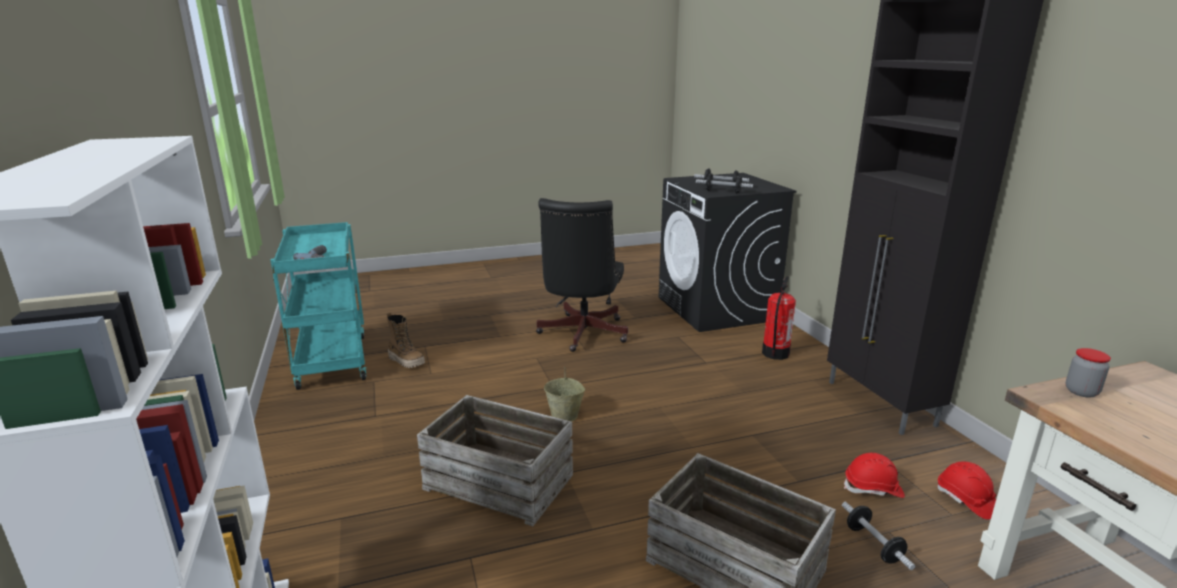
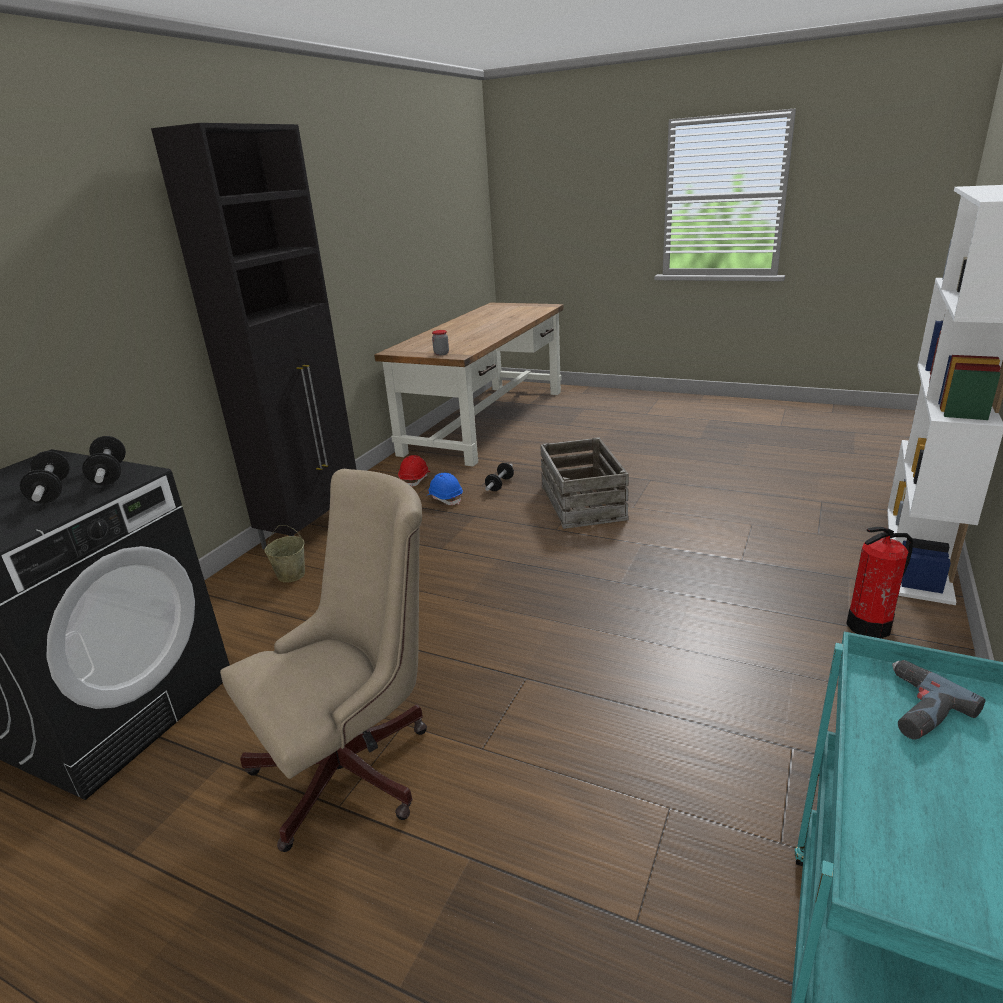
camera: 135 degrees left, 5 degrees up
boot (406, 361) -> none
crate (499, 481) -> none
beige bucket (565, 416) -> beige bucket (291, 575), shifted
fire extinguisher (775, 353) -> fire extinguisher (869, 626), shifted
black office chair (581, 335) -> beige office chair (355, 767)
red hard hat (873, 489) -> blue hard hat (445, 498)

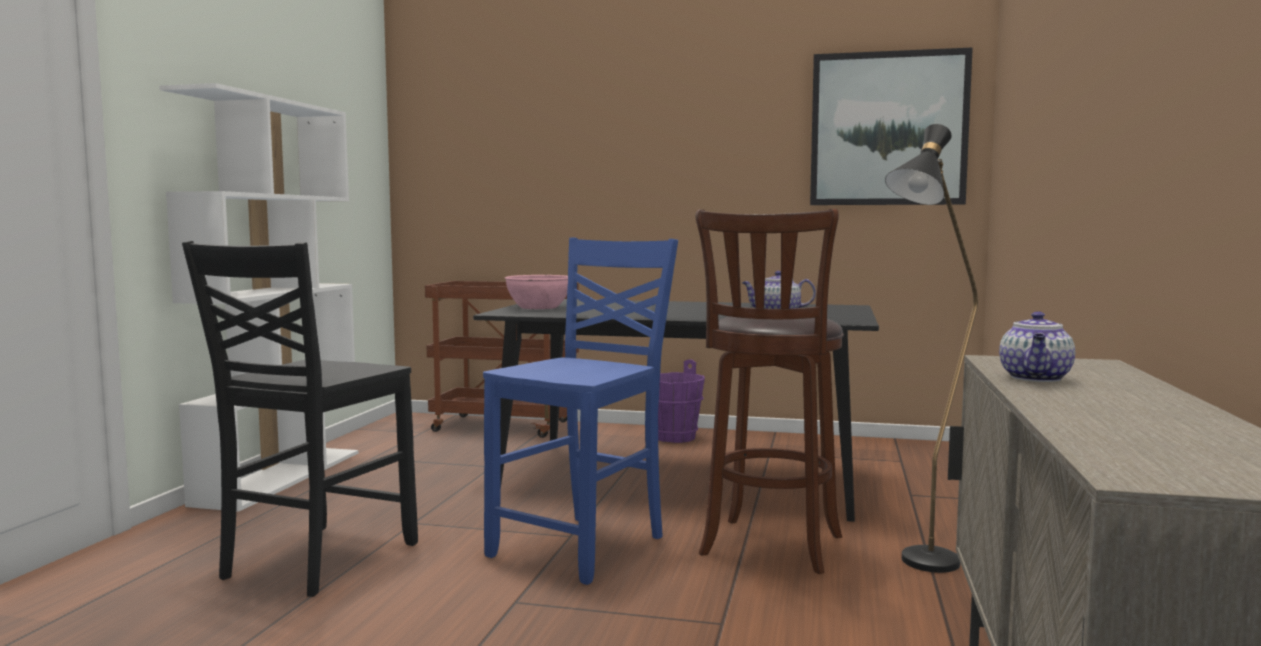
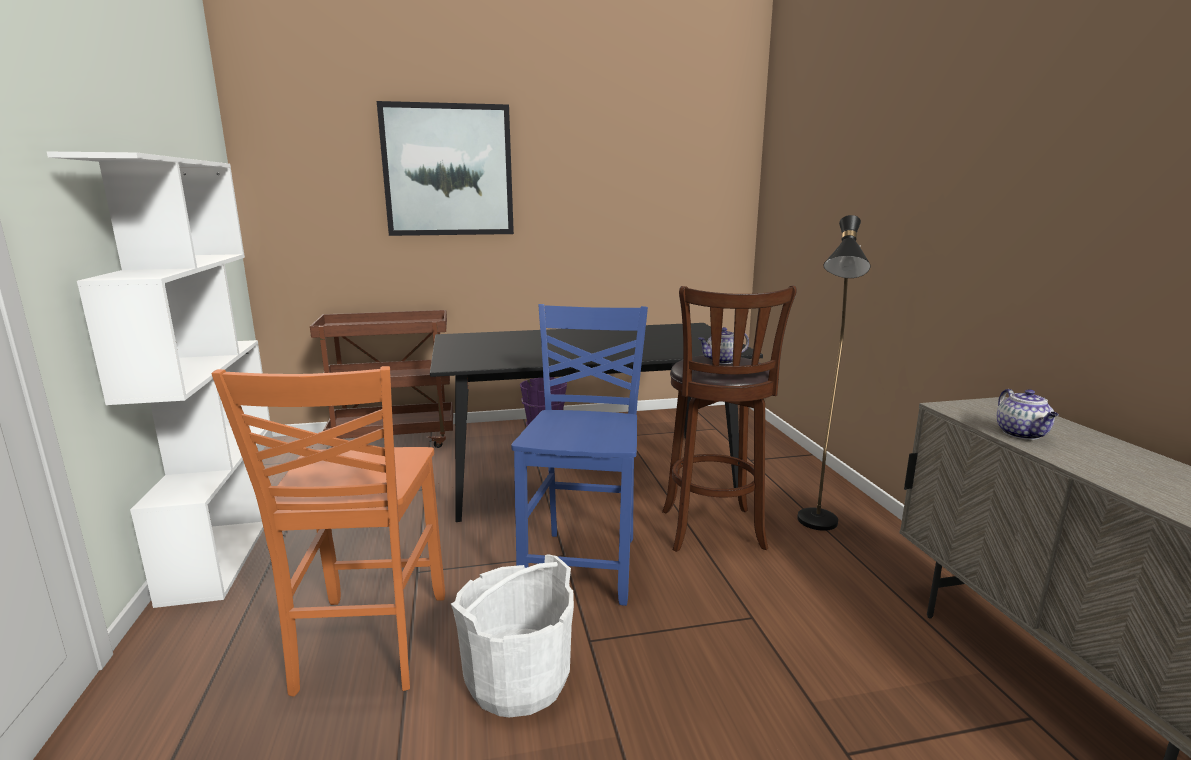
camera: 25 degrees left, 10 degrees up
pink bowl (539, 307) -> none
none -> white bucket (517, 679)
picture (888, 129) -> picture (448, 170), shifted
black chair (316, 561) -> orange chair (368, 643)

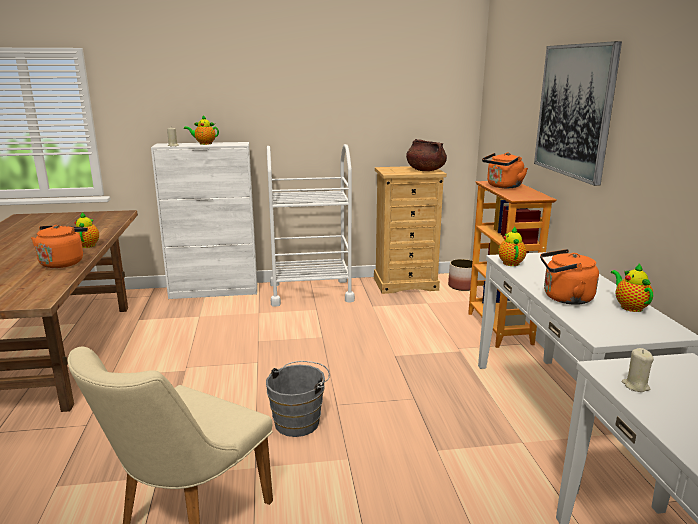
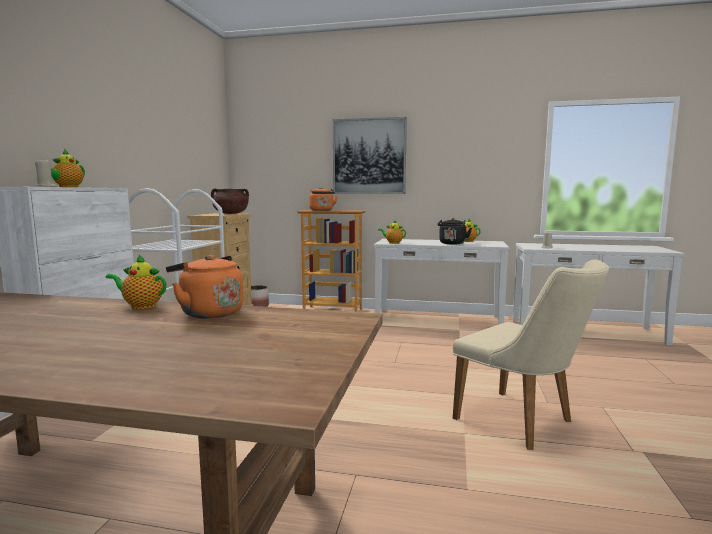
camera: 70 degrees left, 10 degrees down
grey bucket (300, 421) -> none
orange kettle (564, 298) -> black kettle (452, 243)

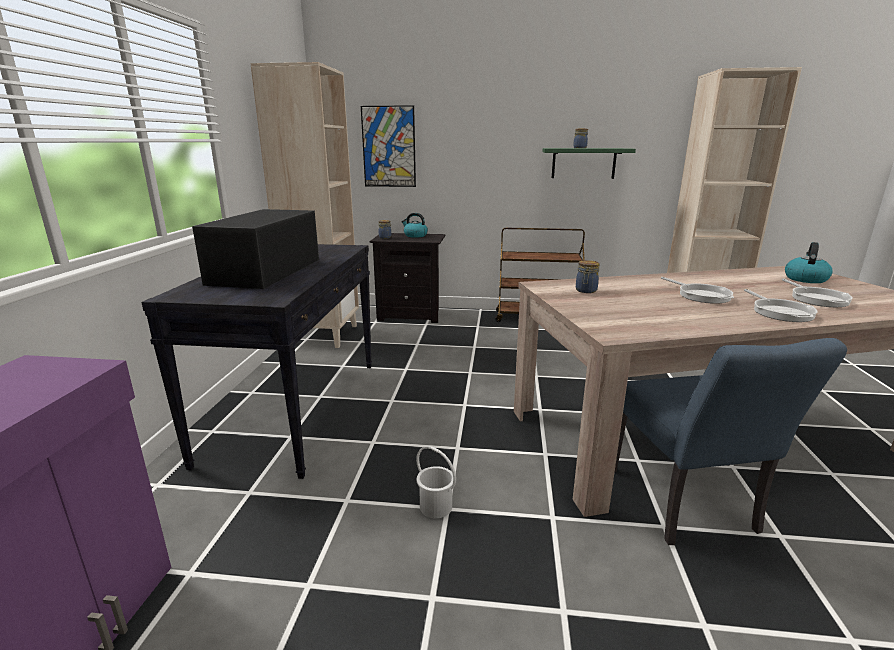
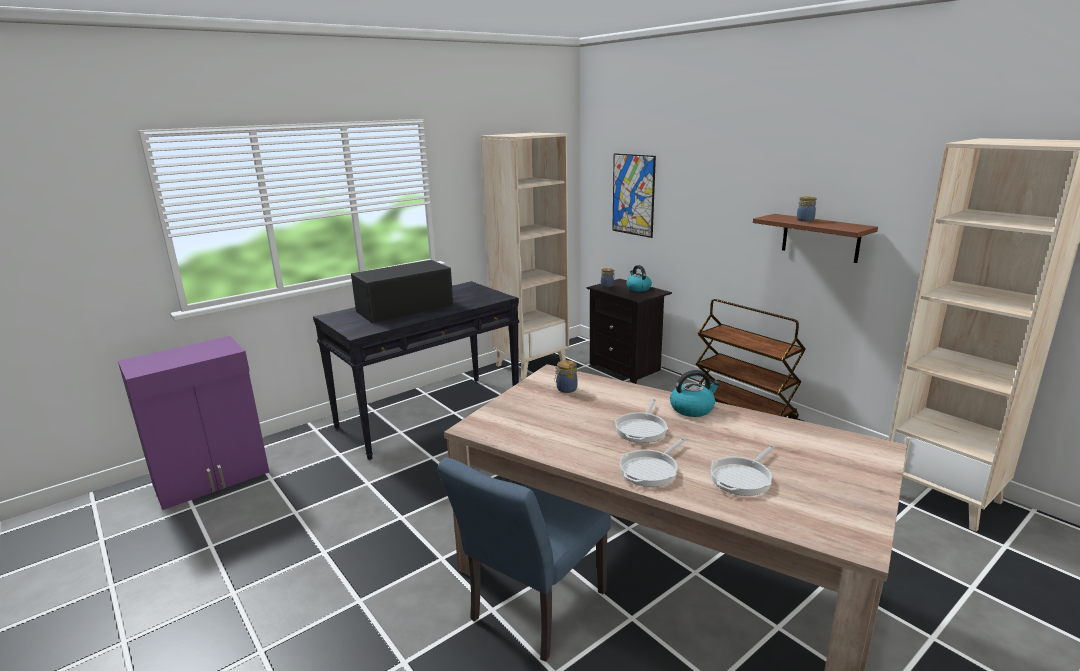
camera: 45 degrees right, 0 degrees up
white bucket (435, 507) -> none
kettle (805, 279) -> kettle (692, 408), shifted
green shelf (583, 163) -> brown shelf (820, 238)

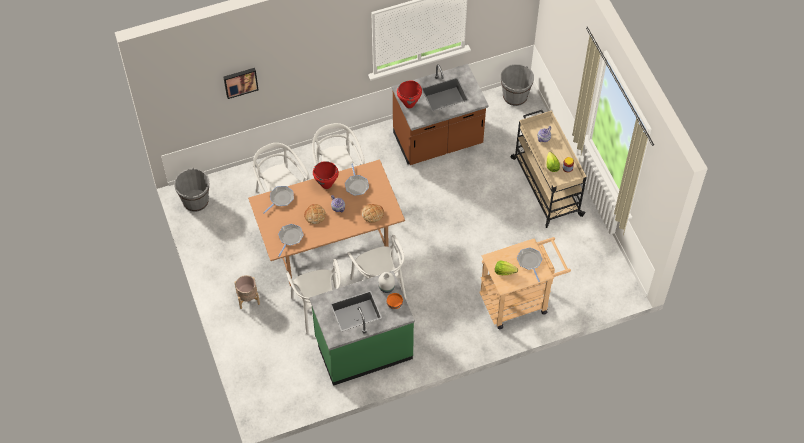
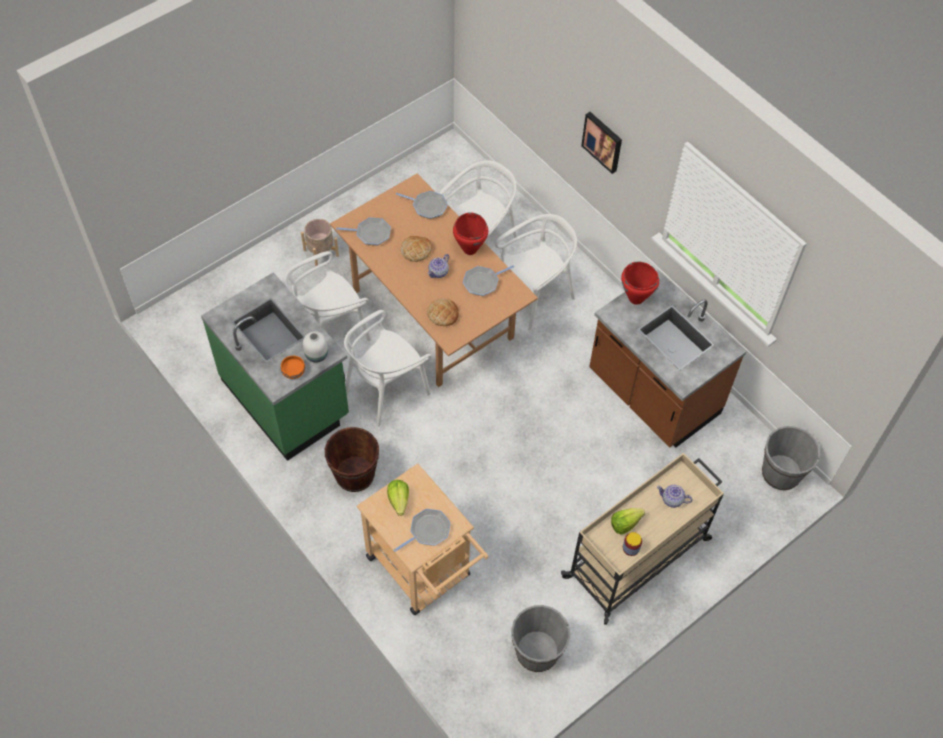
camera: 70 degrees right, 0 degrees up
none -> brown bucket (354, 474)
grey bucket (195, 201) -> grey bucket (537, 652), shifted
picture (240, 82) -> picture (603, 141), shifted

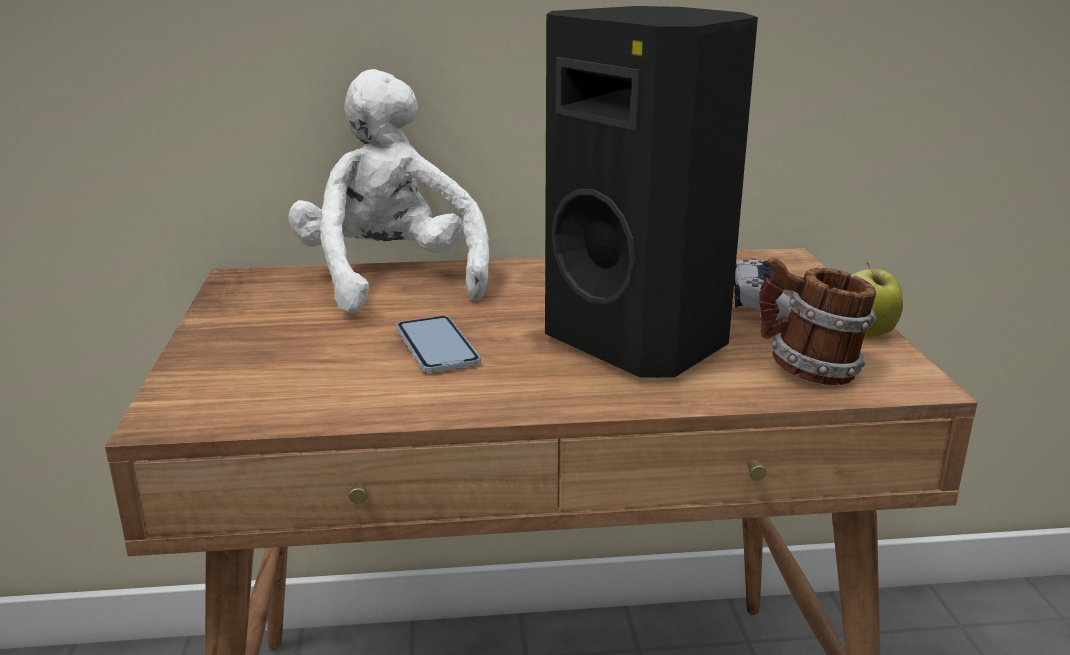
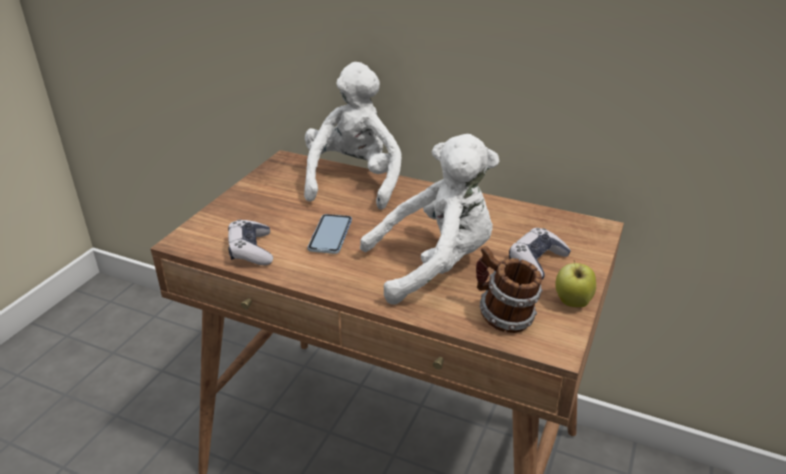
camera: 30 degrees right, 10 degrees up
none -> game controller (251, 250)
black speaker (641, 342) -> white plush toy (435, 265)

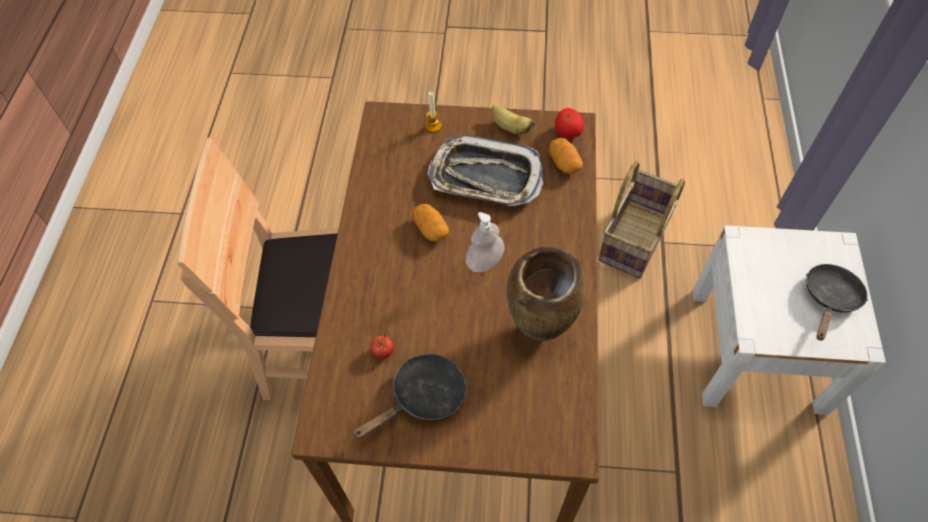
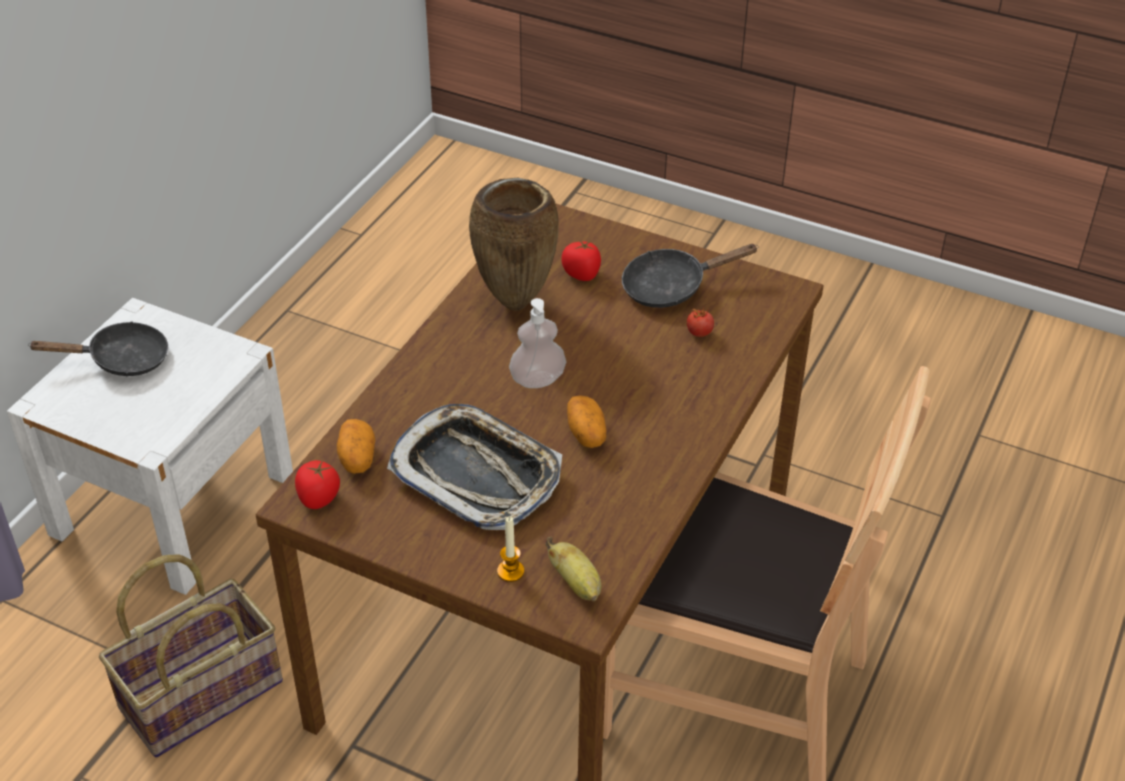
camera: 160 degrees left, 15 degrees down
none -> tomato (582, 274)
banana (510, 128) -> banana (576, 584), shifted
black frying pan (829, 299) -> black frying pan (121, 360), 150 degrees counterclockwise

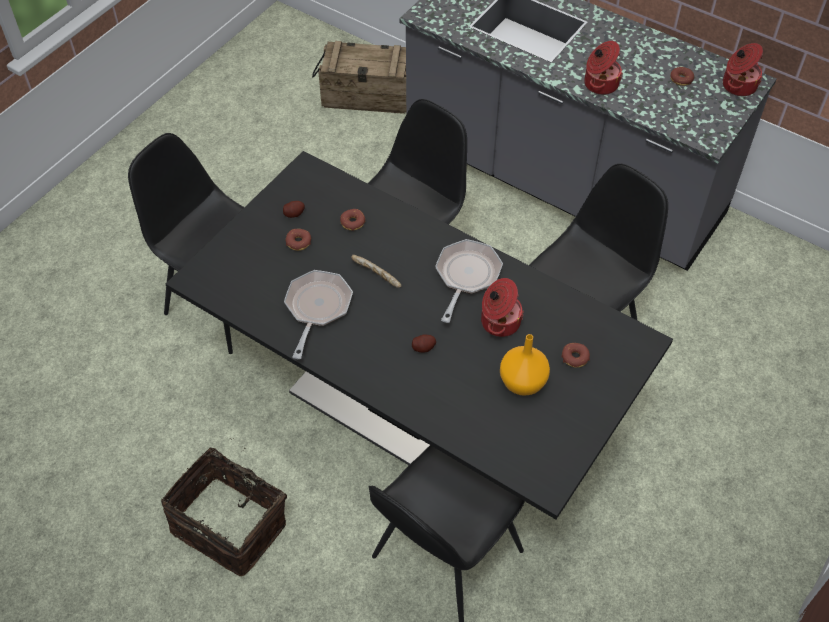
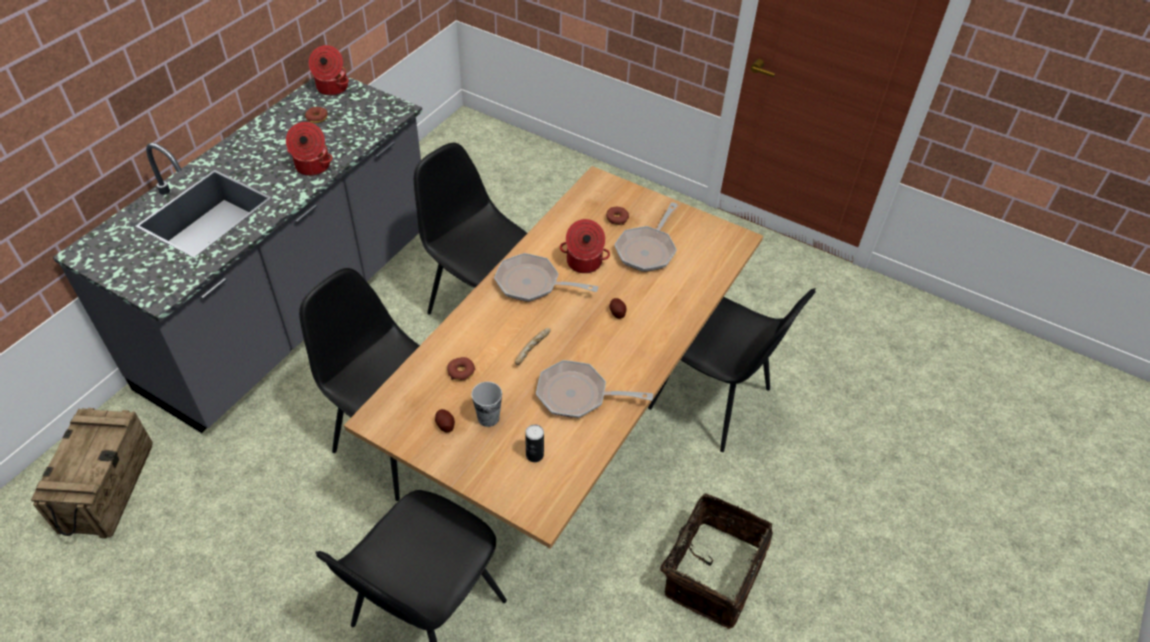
camera: 95 degrees left, 5 degrees down
none -> can (534, 455)
donut (298, 242) -> cup (488, 417)
orange vase (523, 384) -> frying pan (647, 250)
black dining table (414, 410) -> beige dining table (570, 425)

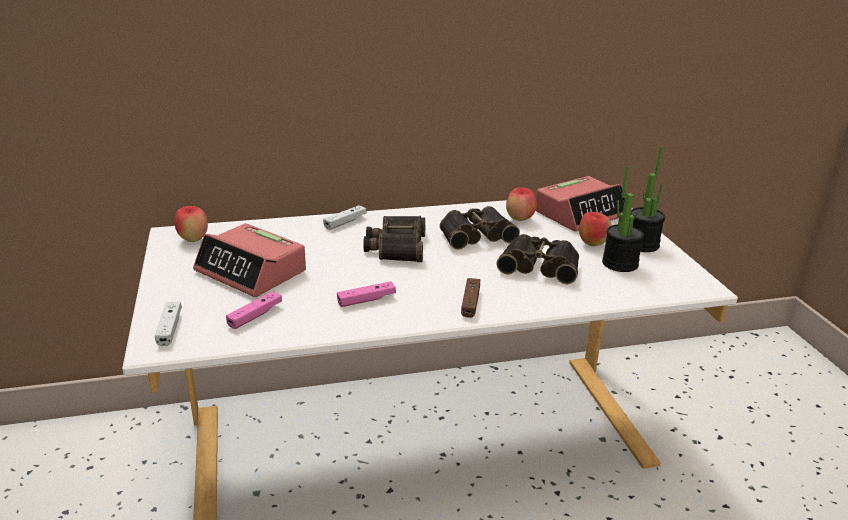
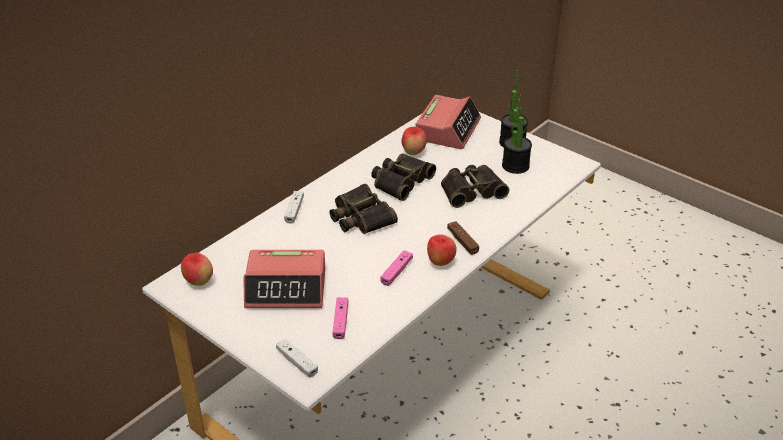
camera: 35 degrees left, 10 degrees up
apple (592, 244) -> apple (440, 262), shifted

